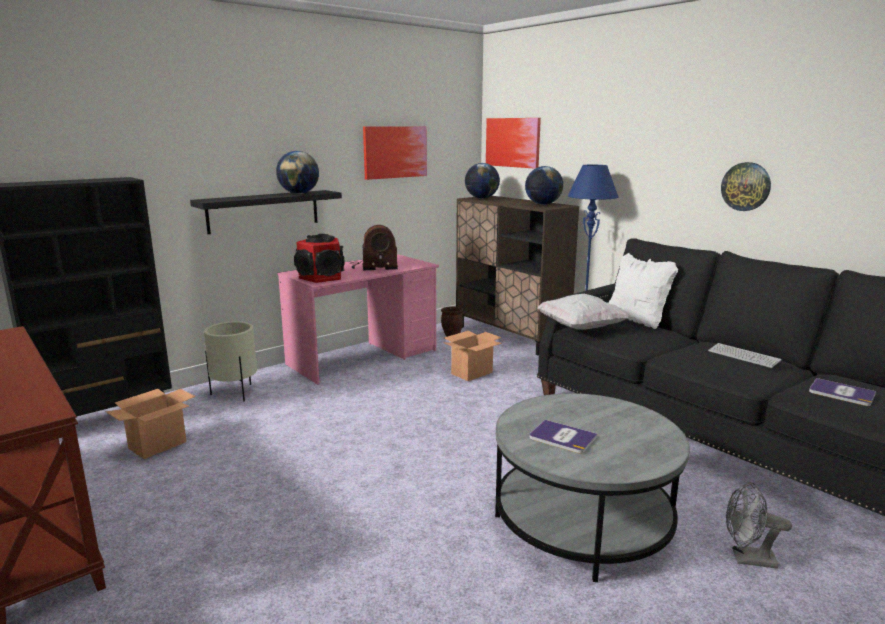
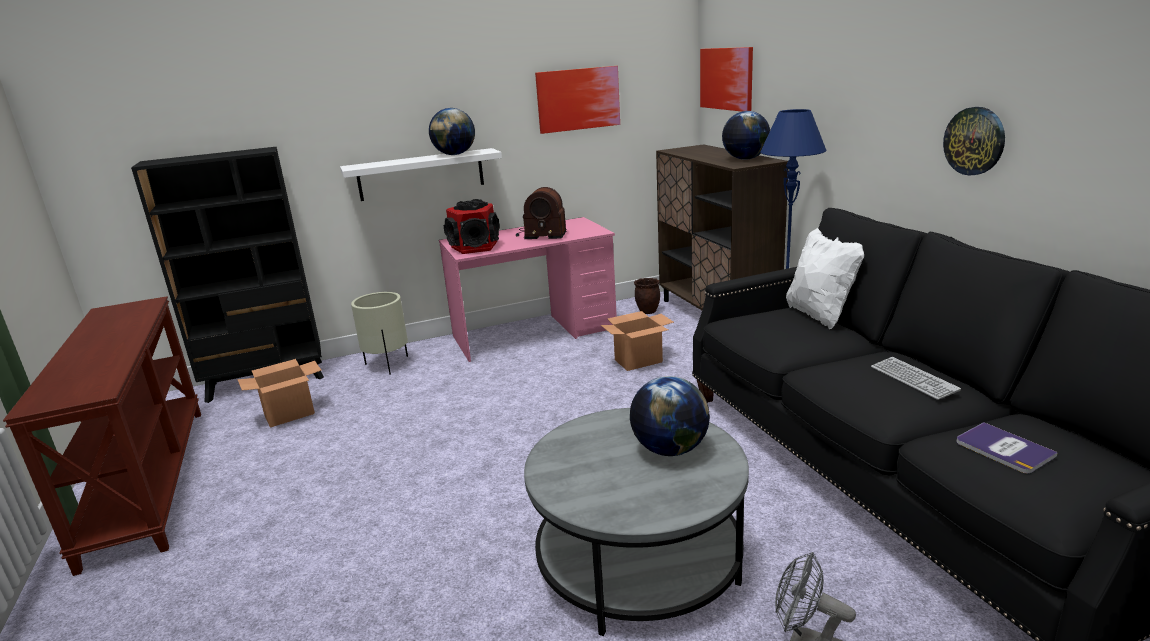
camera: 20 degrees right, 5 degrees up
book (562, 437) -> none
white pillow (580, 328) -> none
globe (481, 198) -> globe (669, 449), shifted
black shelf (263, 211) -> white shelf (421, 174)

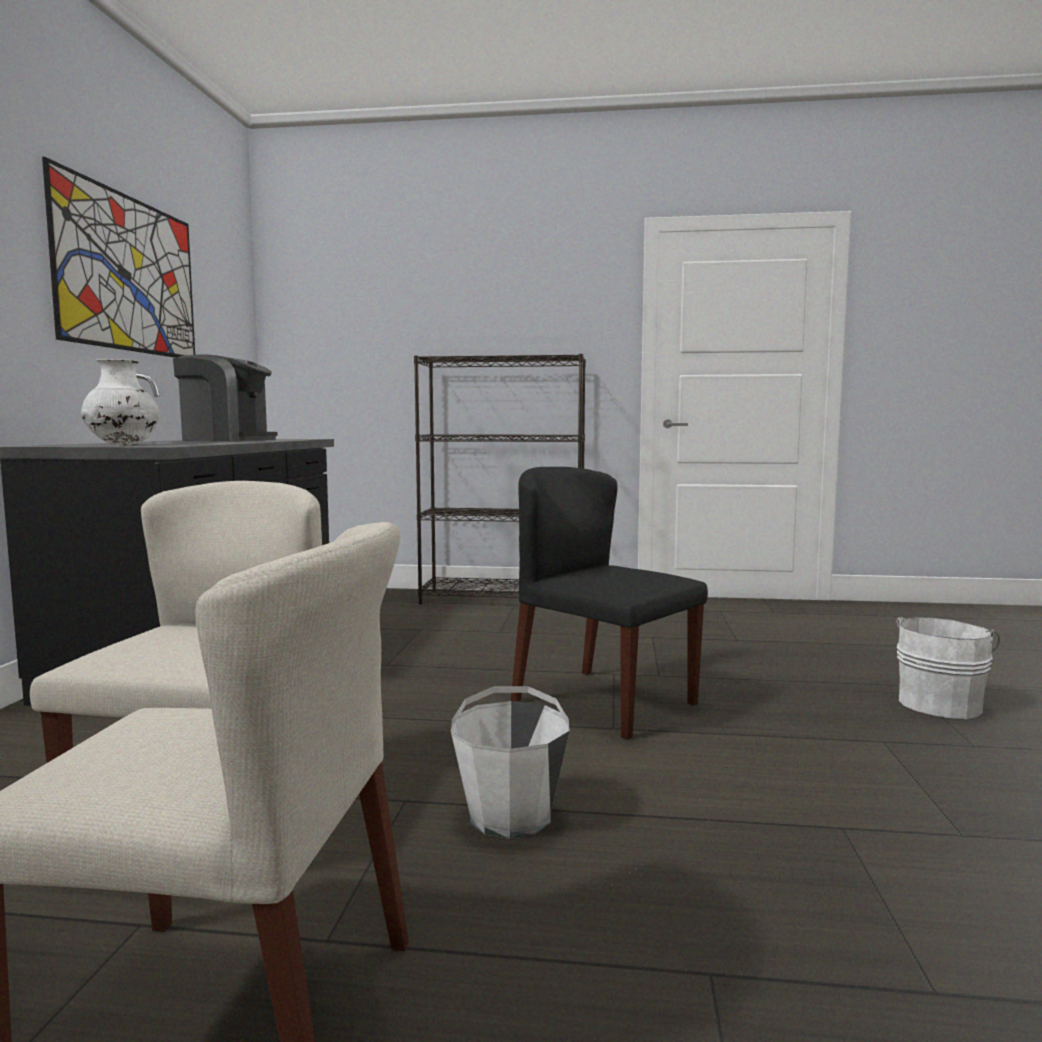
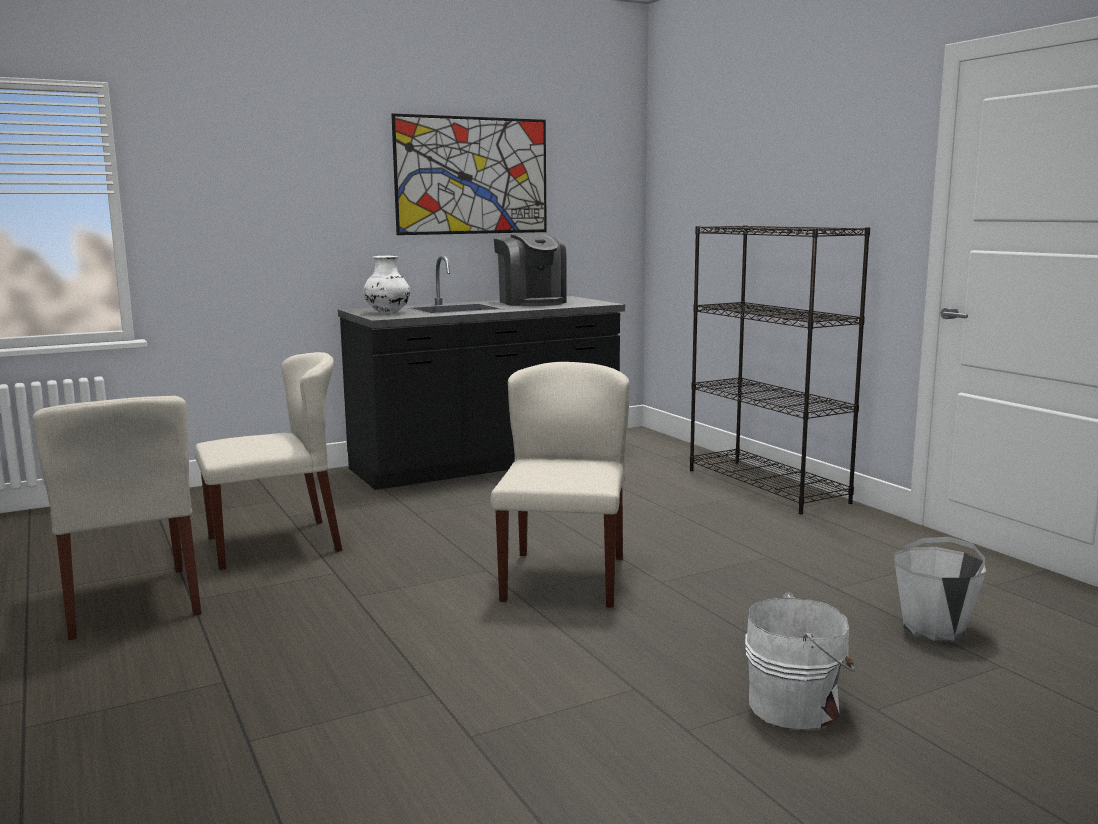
camera: 55 degrees right, 5 degrees up
white bucket (511, 816) -> white bucket (934, 628), shifted
black chair (602, 702) -> beige chair (563, 578)

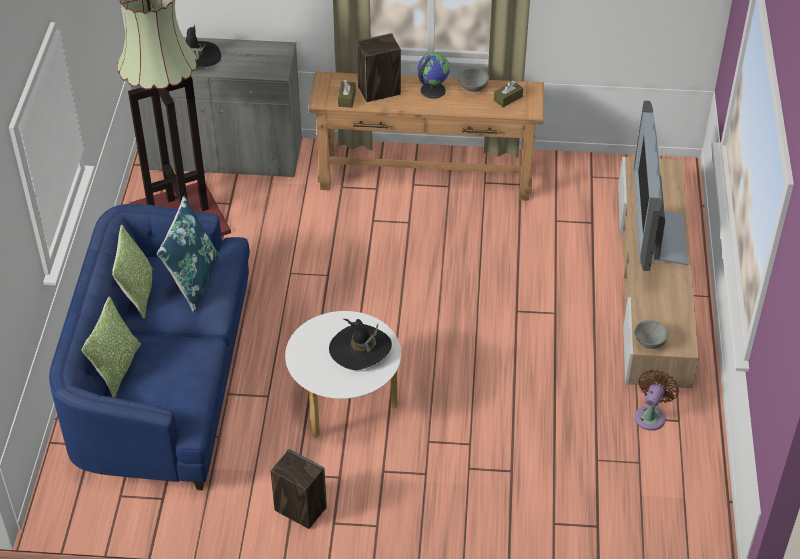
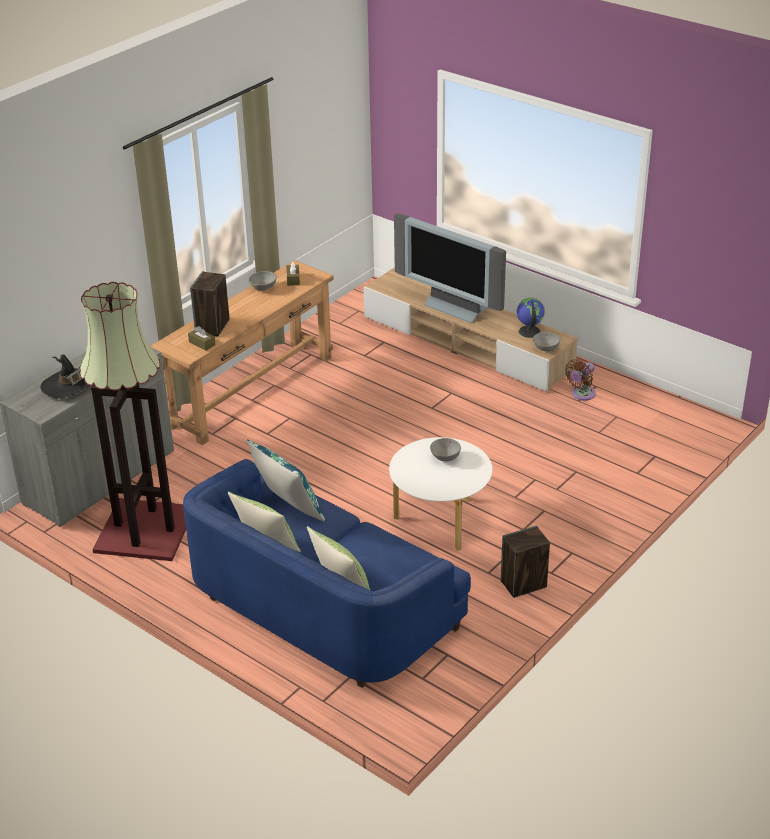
camera: 55 degrees left, 10 degrees down
globe (432, 90) -> globe (529, 331), shifted
black hat (360, 349) -> grey bowl (445, 458)
brown fan (651, 415) -> brown fan (581, 394), 105 degrees counterclockwise

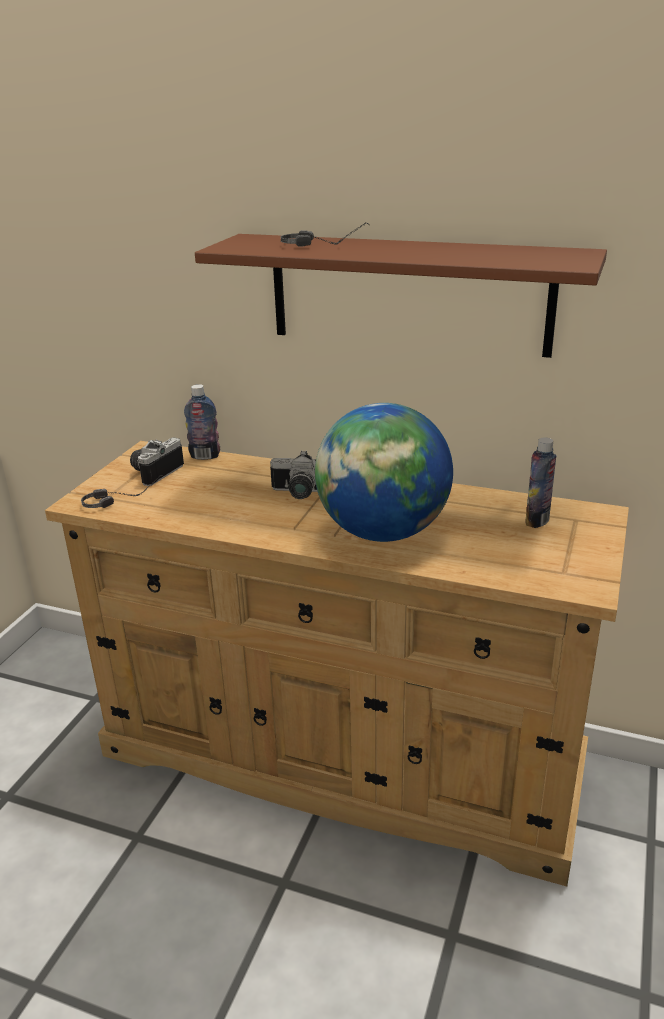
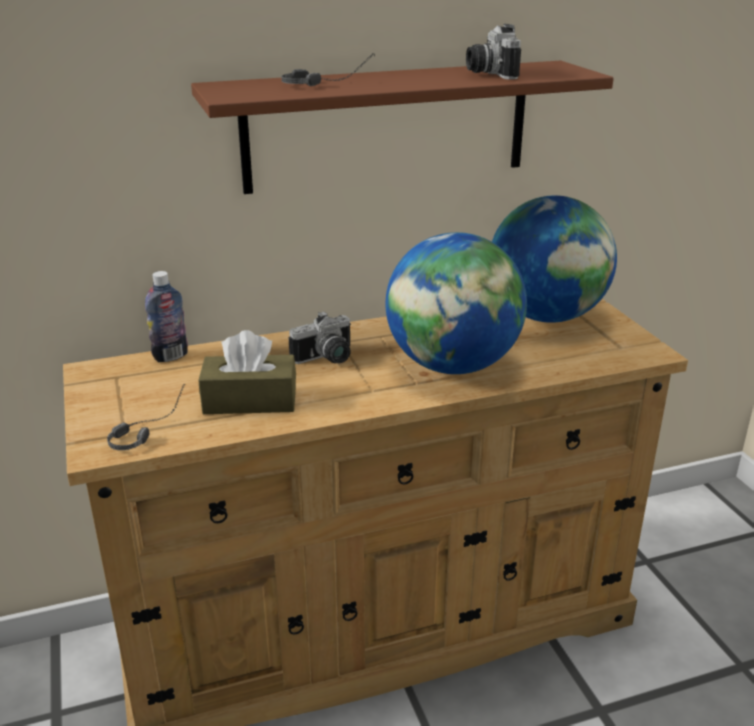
camera: 40 degrees left, 0 degrees up
none -> brown tissue box (250, 401)
photo camera (154, 472) -> photo camera (488, 73), shifted
bottle (537, 520) -> globe (546, 316)

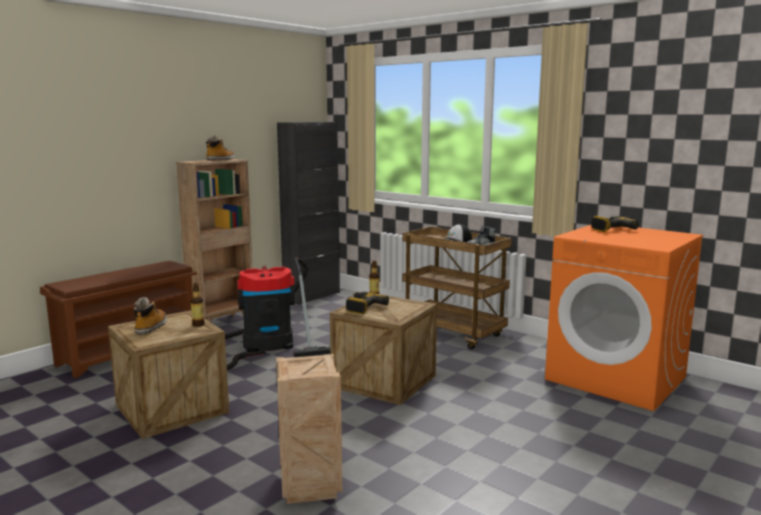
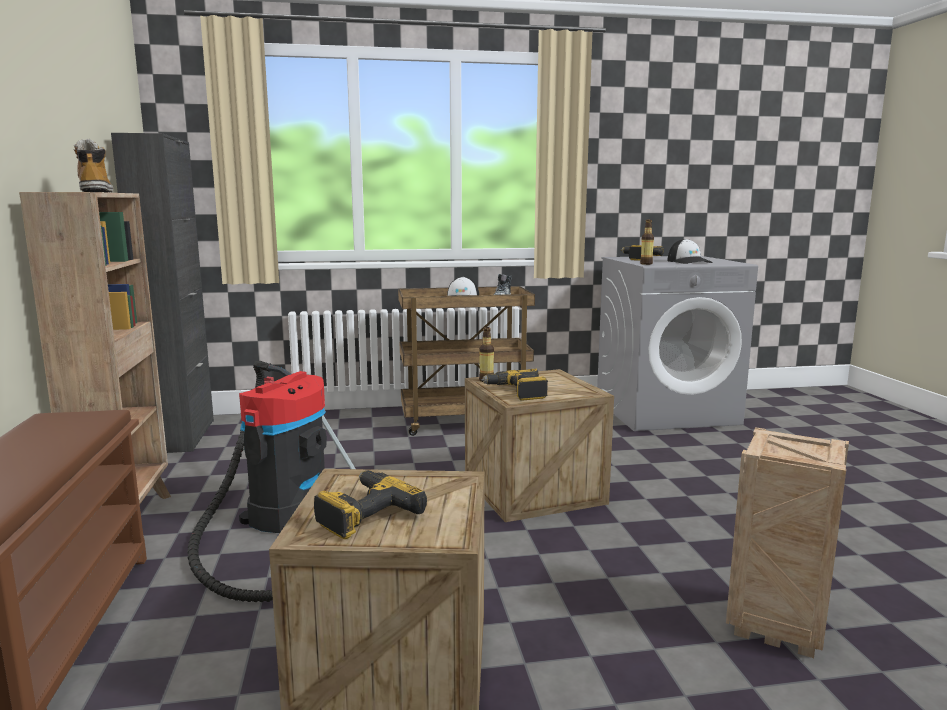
camera: 50 degrees left, 0 degrees up
none -> cap (689, 262)
bottle (198, 325) -> bottle (646, 264), shifted
boot (151, 327) -> power drill (364, 514)
orange washing machine (617, 378) -> grey washing machine (666, 411)

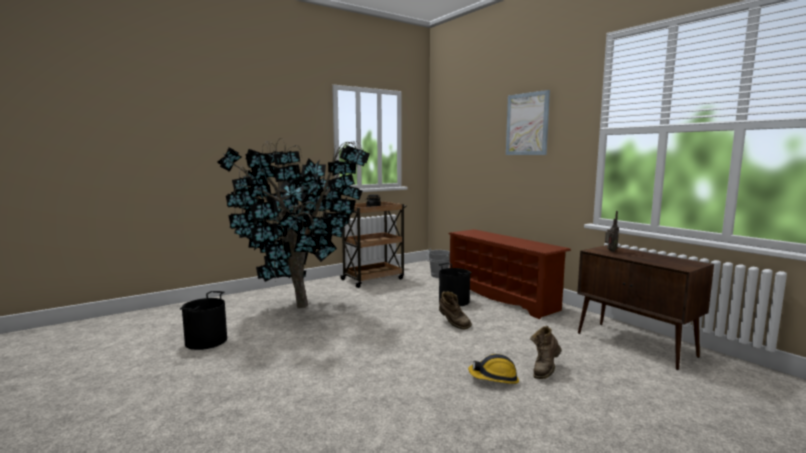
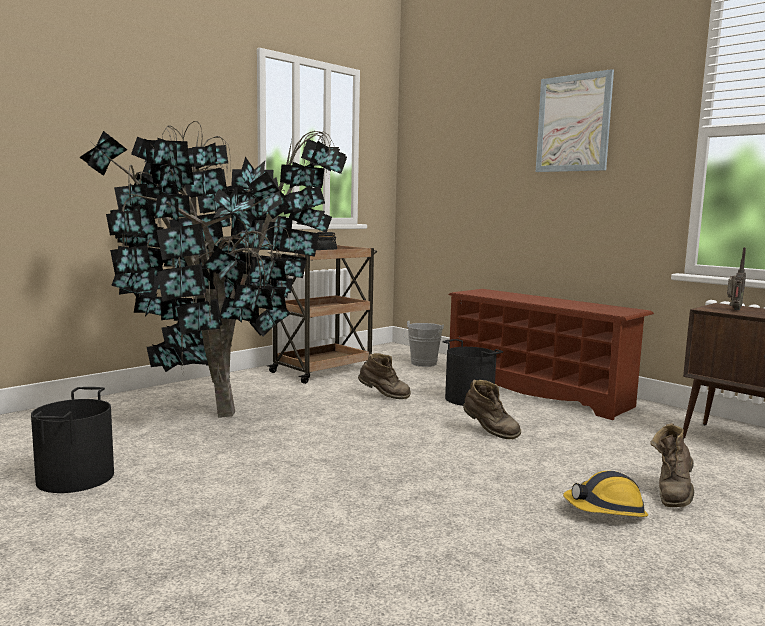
camera: 10 degrees left, 0 degrees up
none -> brown boot (384, 396)

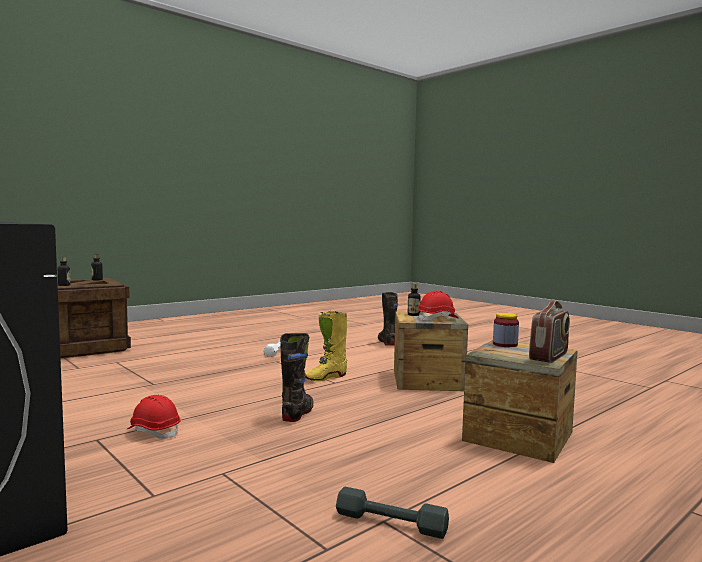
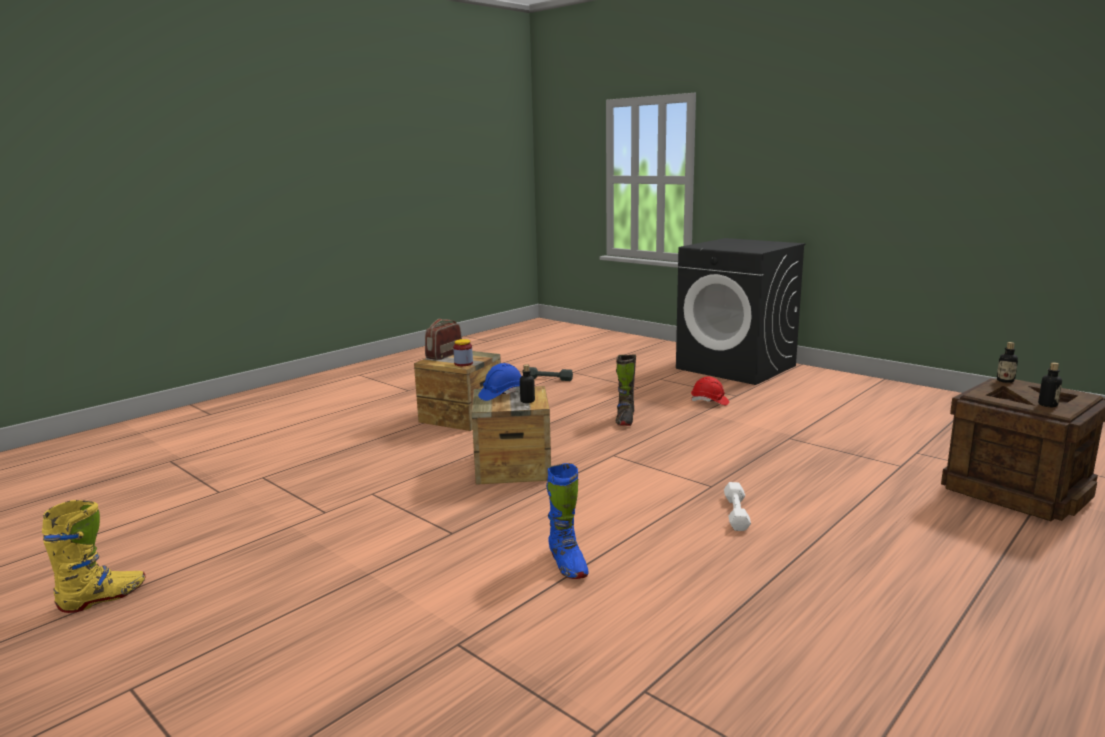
camera: 175 degrees right, 10 degrees up
yellow boot (325, 377) -> yellow boot (103, 598), shifted
black boot (387, 342) -> blue boot (567, 565)
red hard hat (438, 319) -> blue hard hat (501, 395)

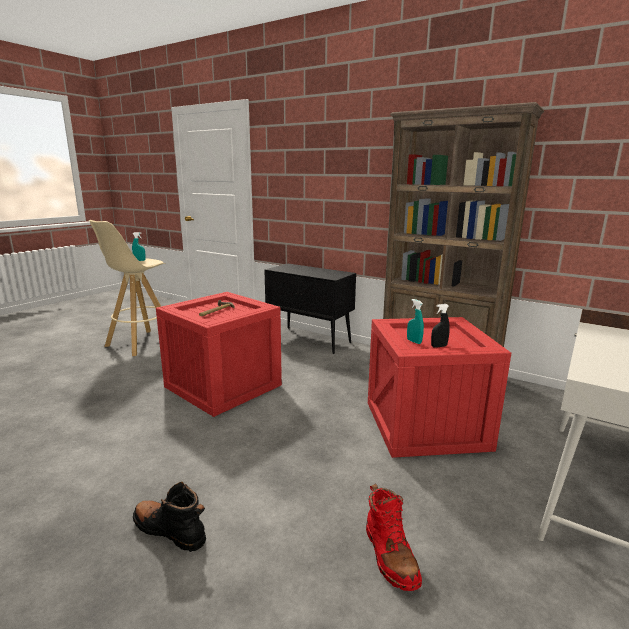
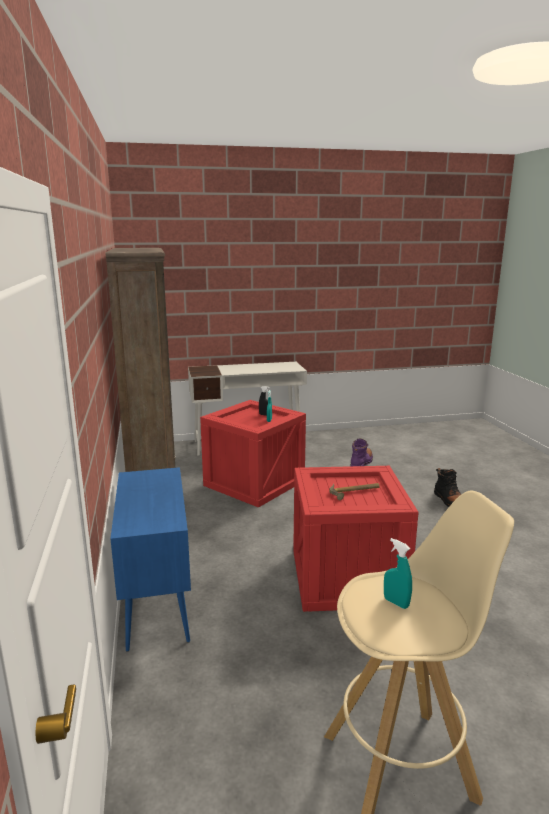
camera: 135 degrees left, 0 degrees up
black cabinet (310, 340) -> blue cabinet (157, 601)
red boot (390, 555) -> purple boot (361, 463)

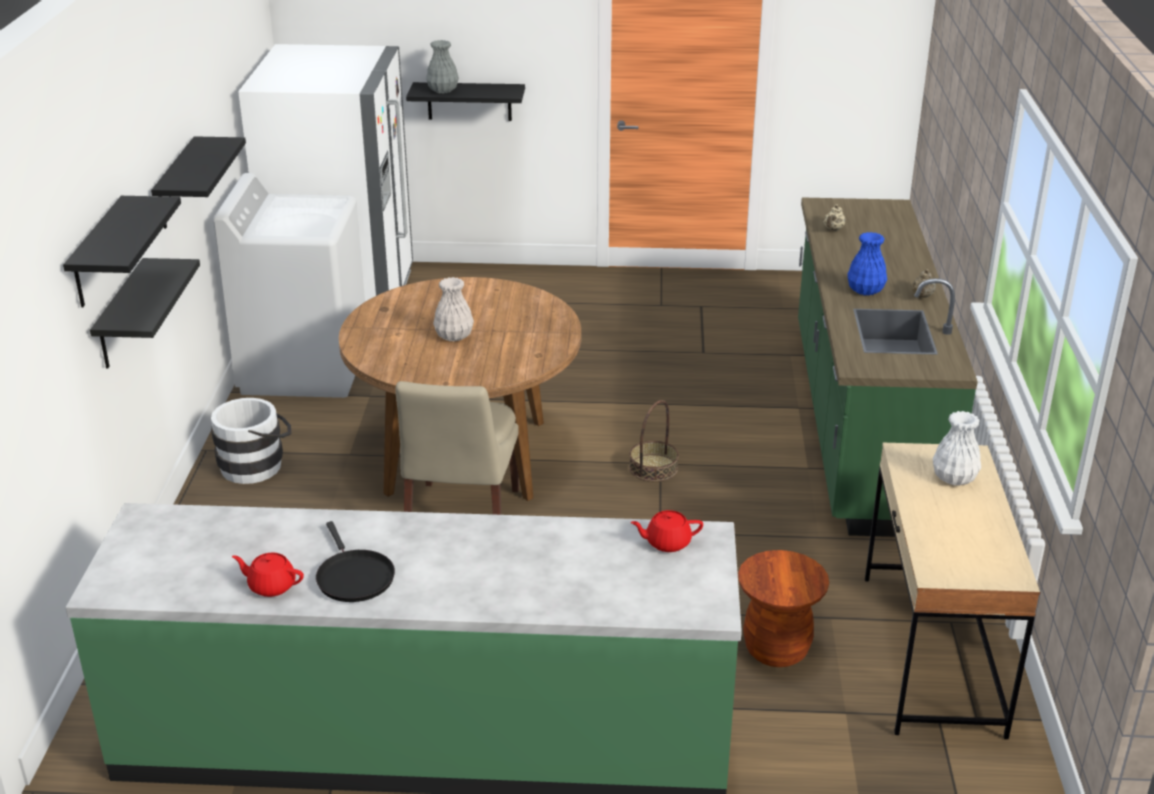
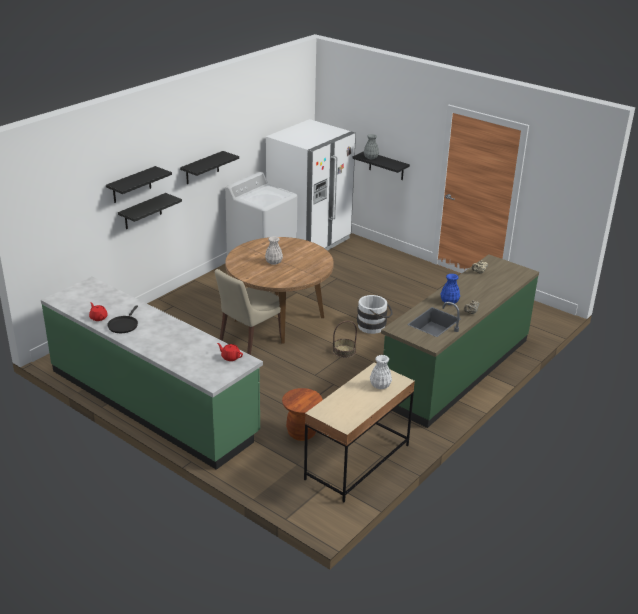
camera: 35 degrees right, 0 degrees up
white bucket (257, 465) -> white bucket (374, 326), shifted

